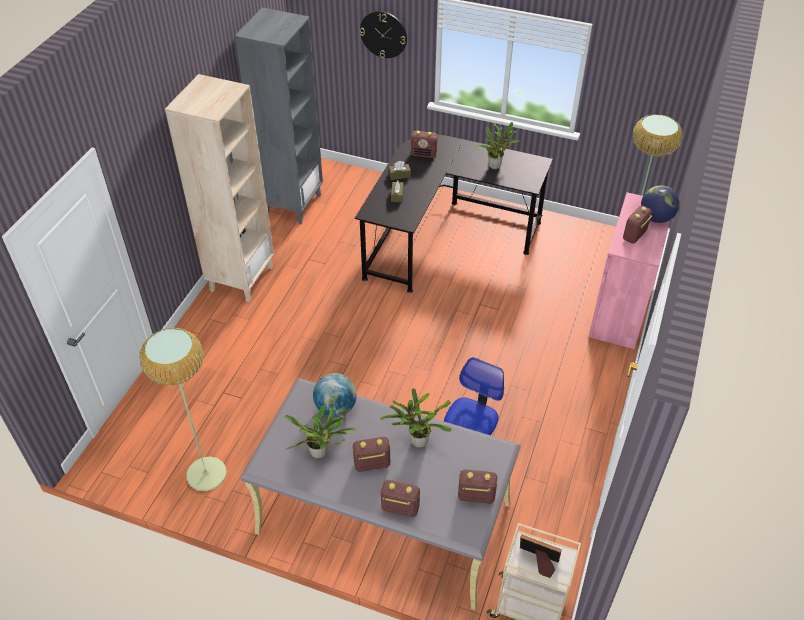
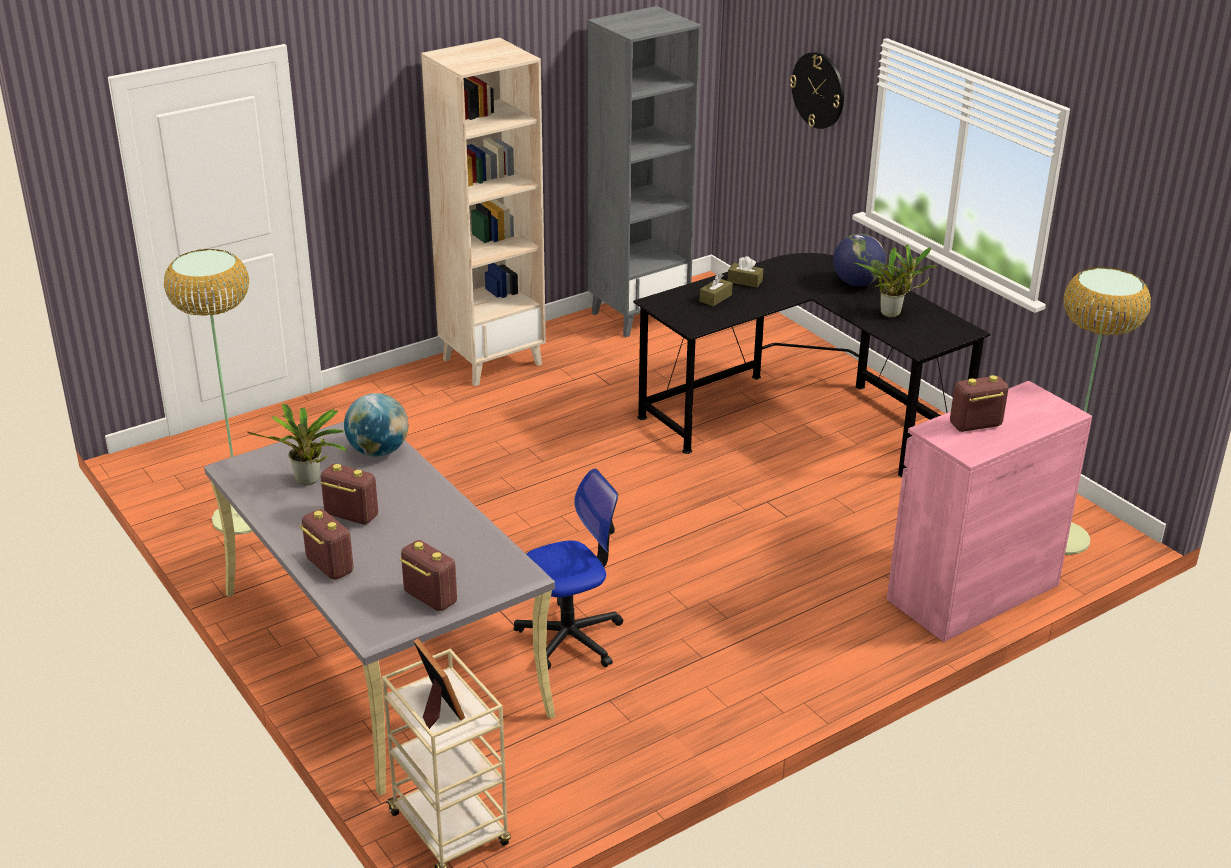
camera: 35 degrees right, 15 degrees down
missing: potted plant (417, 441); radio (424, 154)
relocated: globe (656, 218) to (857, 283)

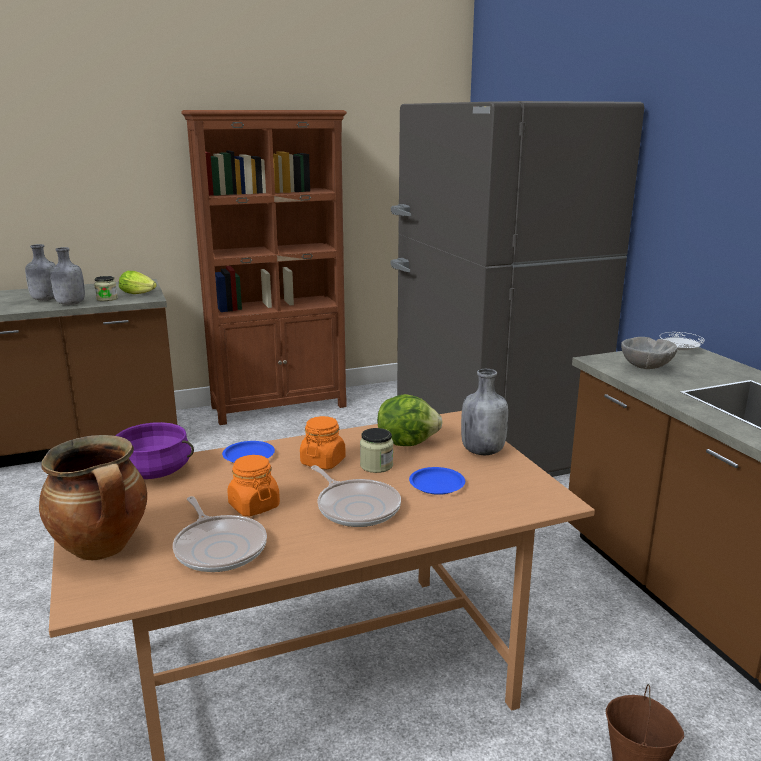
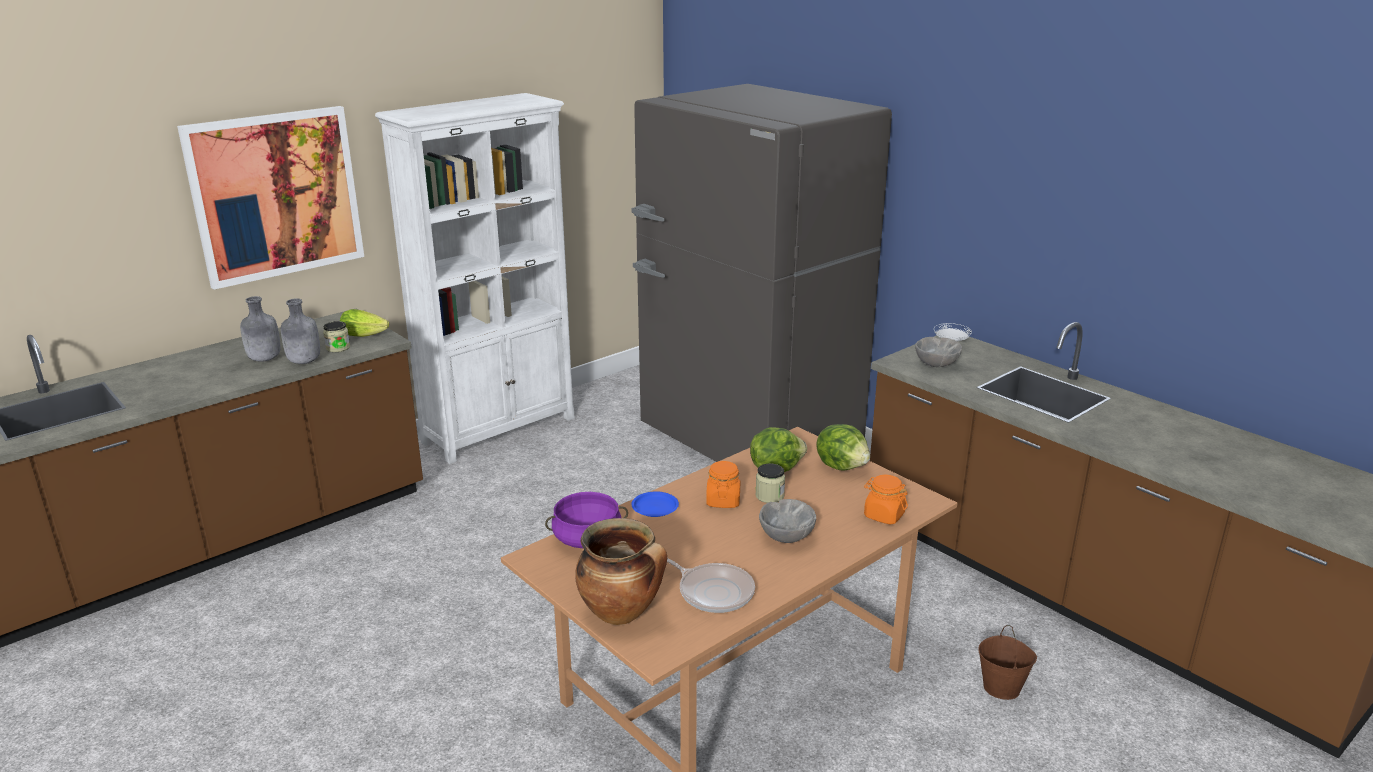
camera: 20 degrees left, 5 degrees up
missing: bluish dinner plate (437, 484)
appeared: picture (276, 195)
relocated: orange jar (254, 506) to (883, 515)
exchanged: pan (356, 507) to grey deep dish (786, 536); grey drink bottle (483, 451) to lettuce (842, 466)
colour: brown-coloured bookcase (280, 406) to white-coloured bookcase (500, 430)

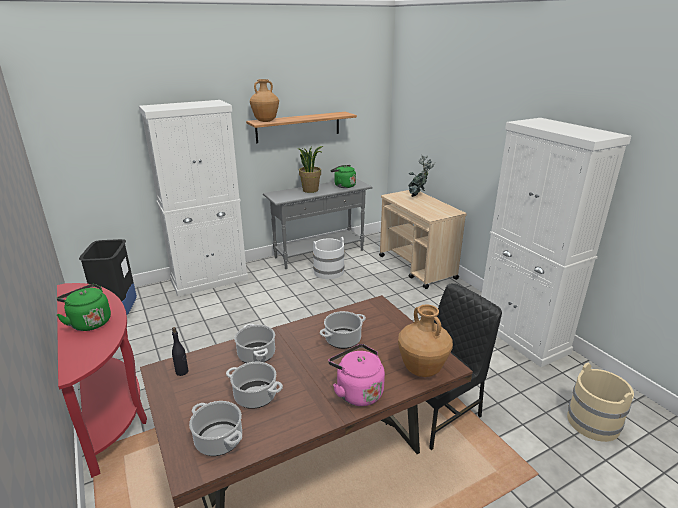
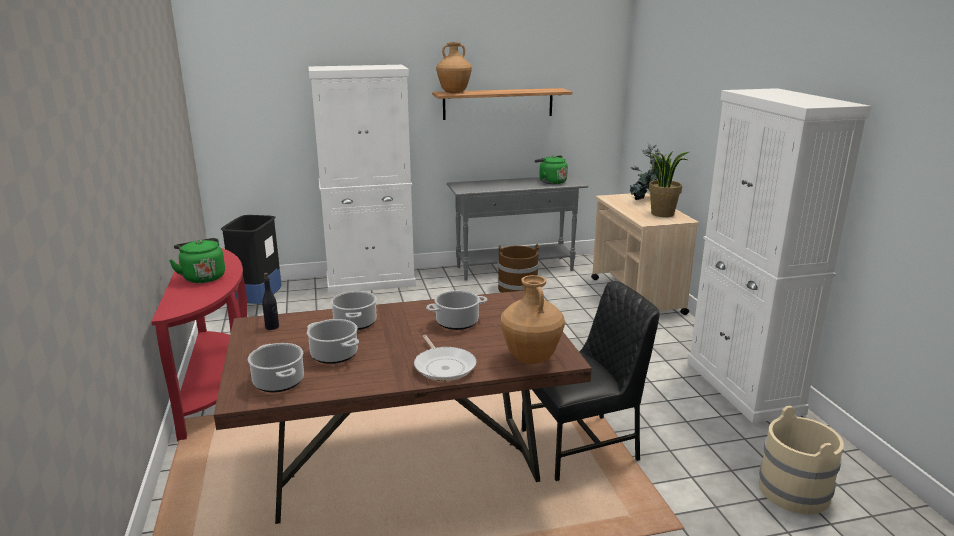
camera: 15 degrees right, 5 degrees down
relocated: potted plant (310, 190) to (662, 213)
exchanged: pinkish kettle (357, 392) to pan (444, 366)
colour: white-coloured pail (329, 271) to brown-coloured pail (517, 288)

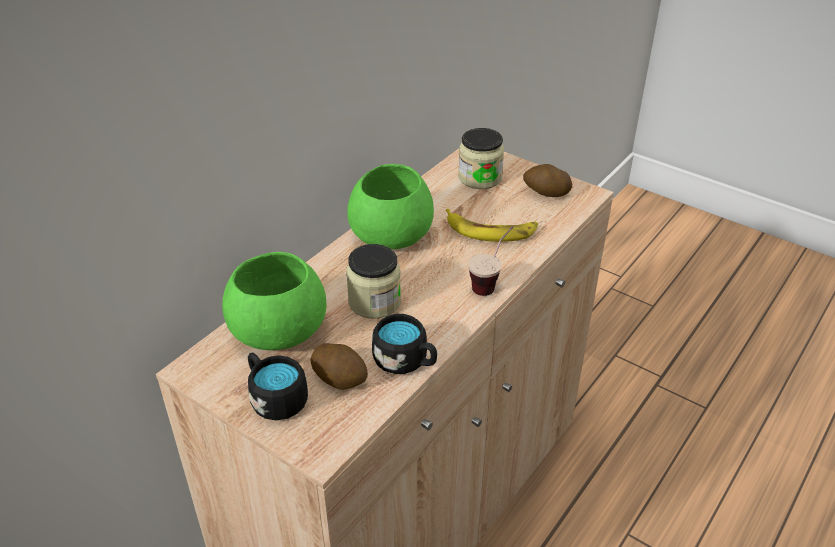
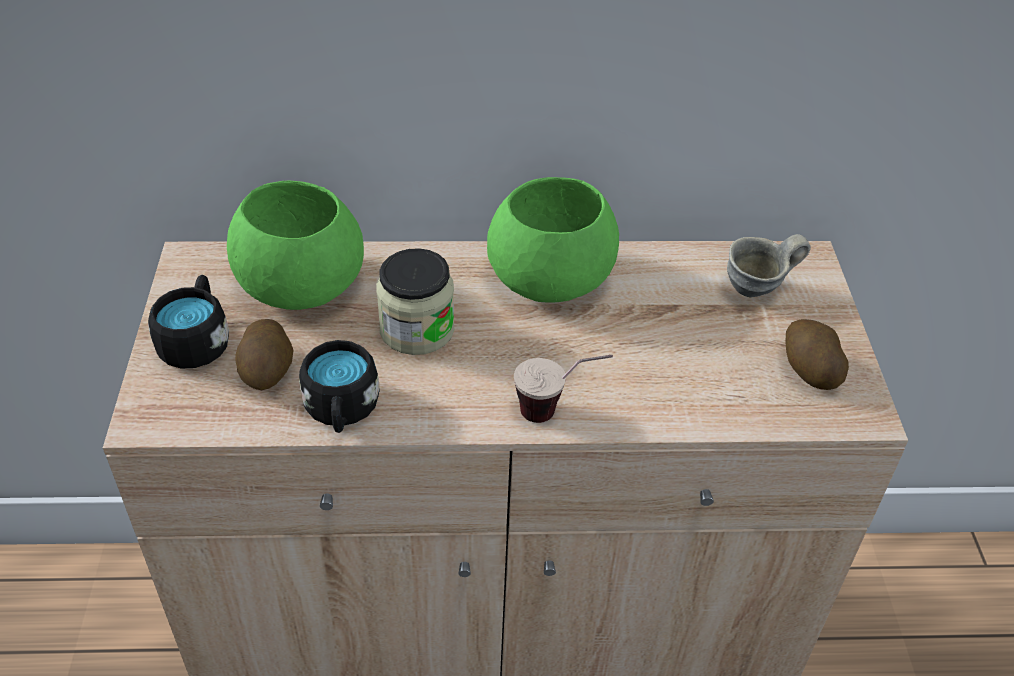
camera: 50 degrees right, 5 degrees up
missing: banana fruit (490, 230)
exchanged: jar (480, 178) to grey tea mug (758, 291)

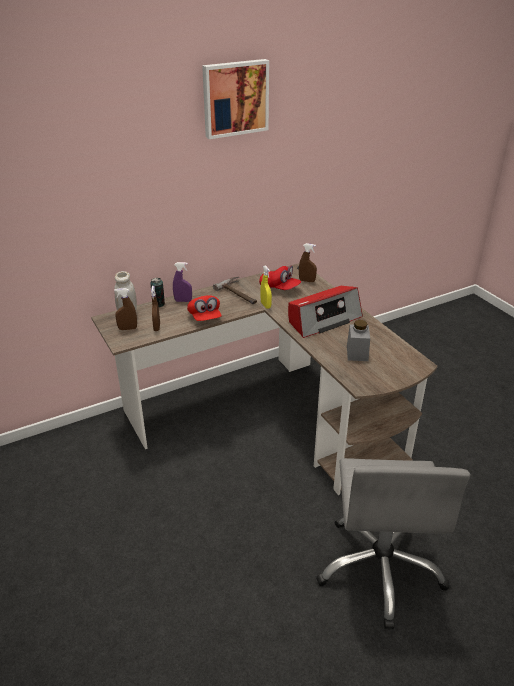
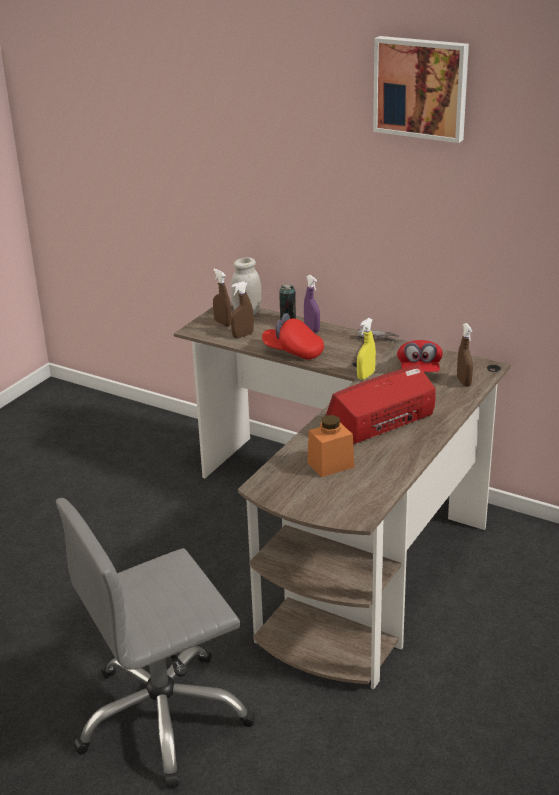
camera: 60 degrees right, 5 degrees down
colour: grey jar (357, 353) to orange jar (330, 465)
spun: reddish baseball cap (204, 317) = (293, 352) 75 degrees clockwise; radio (323, 319) = (381, 421) 120 degrees clockwise

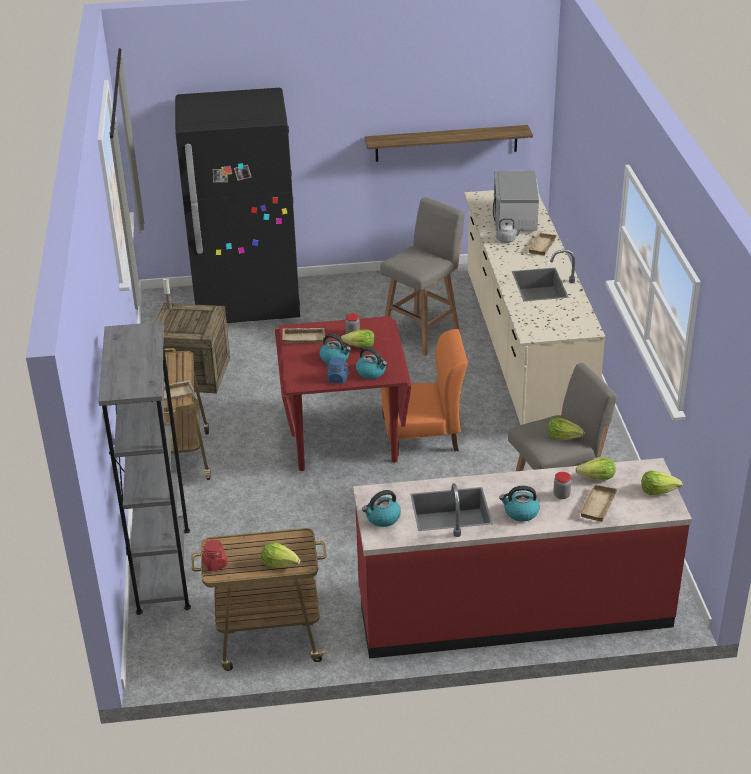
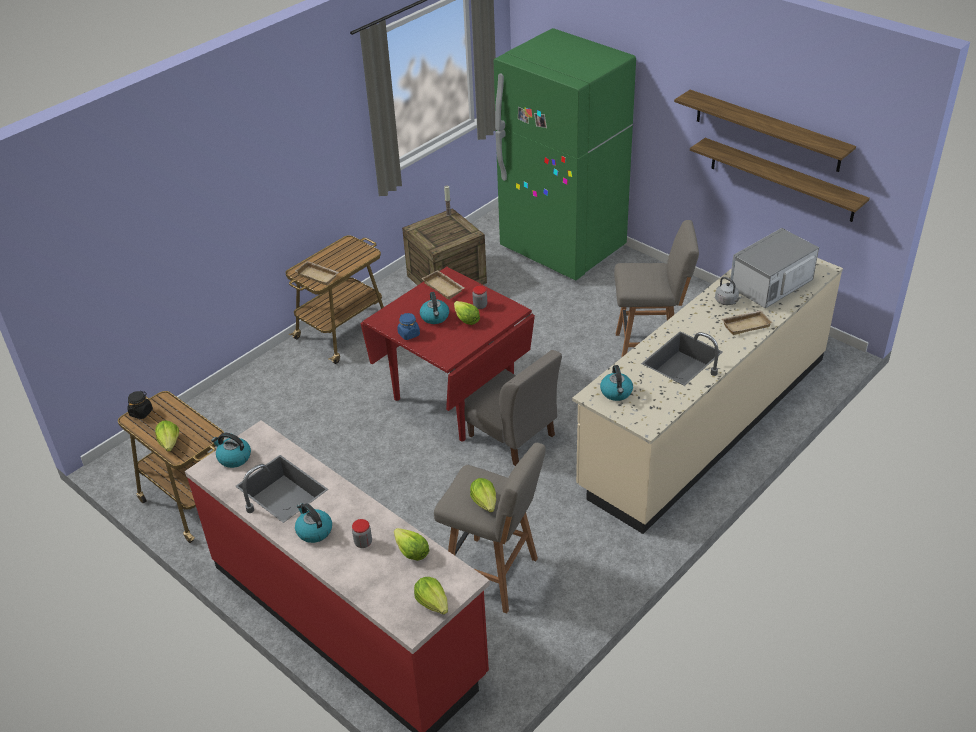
camera: 50 degrees right, 5 degrees up
missing: grey bookcase (163, 570); sand-coloured tray (596, 505)
appeared: bracket shelf (767, 130)
relocated: kettle (371, 372) to (616, 392)
colour: reddish jar (215, 564) to black-coloured jar (141, 412); orange upright chair (423, 436) to grey upright chair (511, 436); black-coloured fridge (248, 304) to green fridge (563, 249)

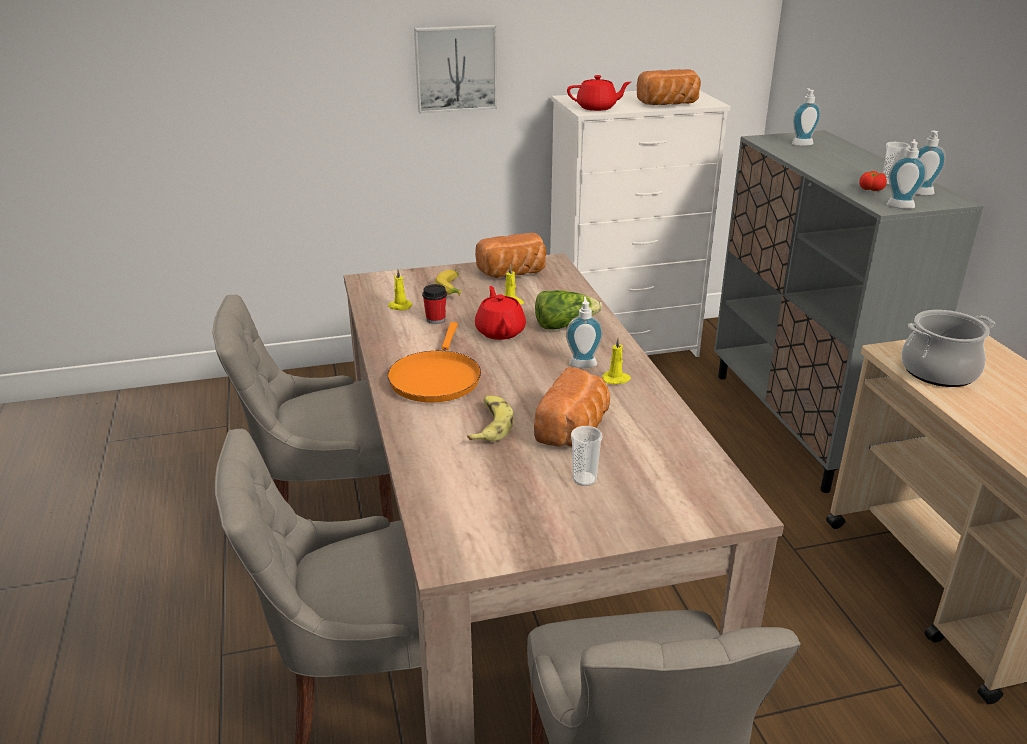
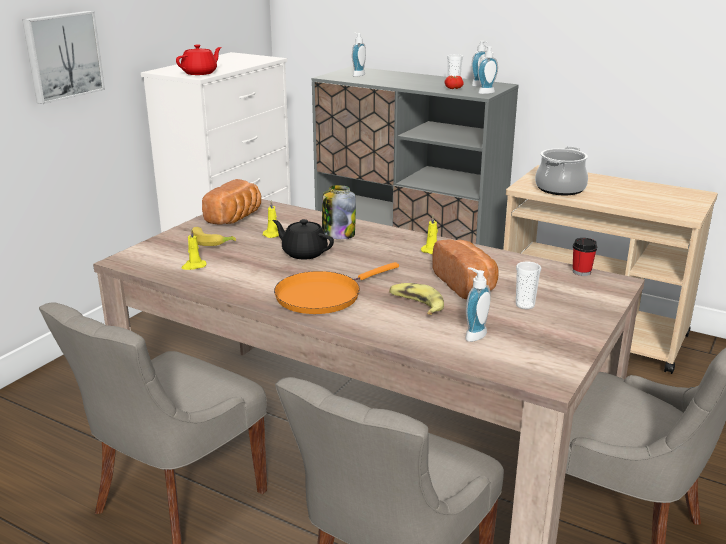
camera: 45 degrees left, 5 degrees down
missing: baked bread (669, 105)
relocated: liquid soap bottle (582, 363) to (473, 335); cup (435, 319) to (581, 272)
exchanged: lettuce (564, 325) to jar (338, 234)
colour: reddish tea pot (500, 331) to black-coloured tea pot (304, 253)
spun: orange pan (435, 378) = (322, 296) 90 degrees clockwise

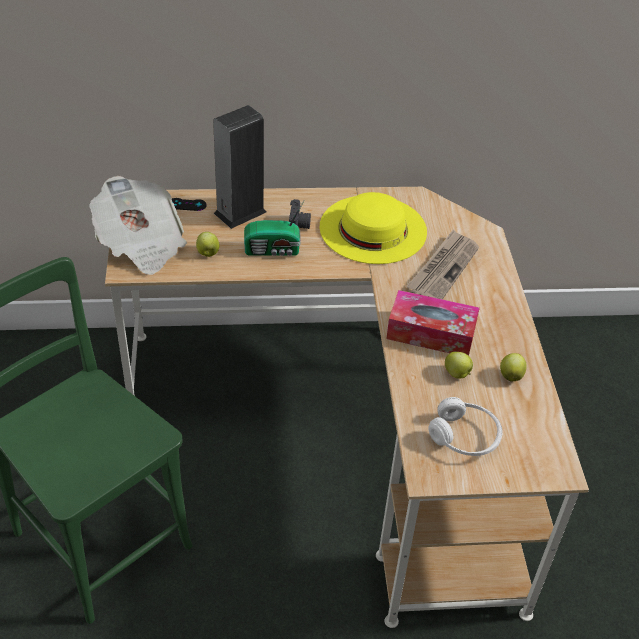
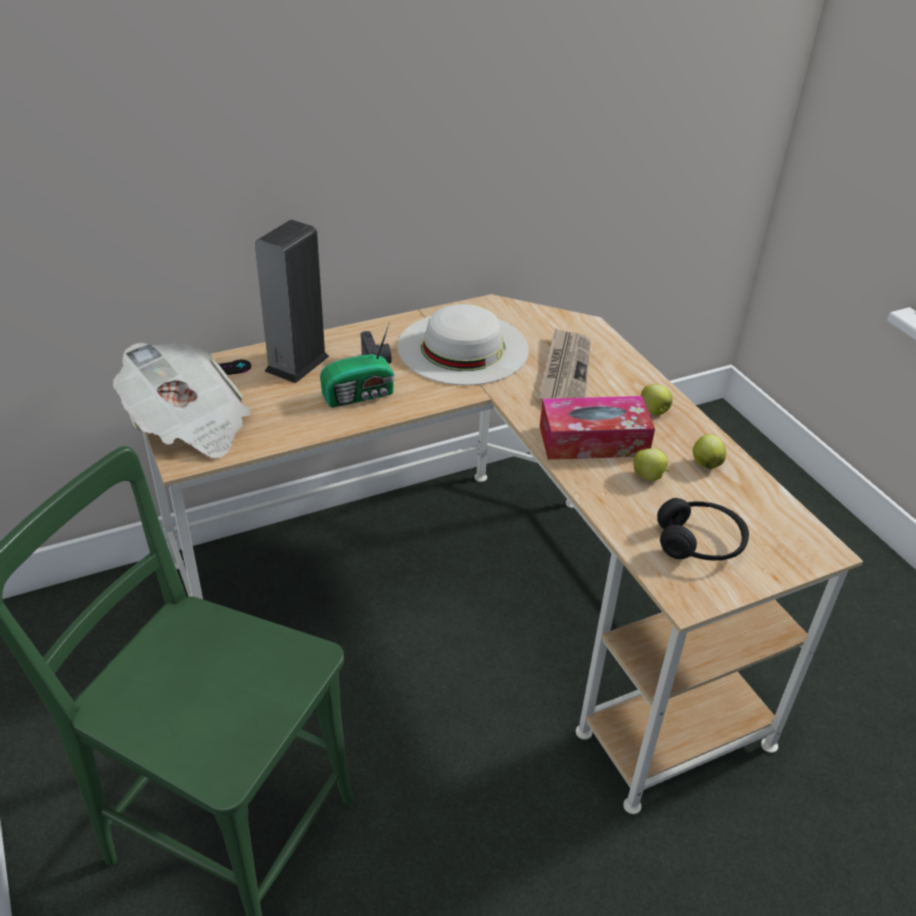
camera: 20 degrees left, 5 degrees down
relocated: apple fruit (208, 253) to (654, 411)
colour: yellow clothing hat (373, 229) to white-coloured clothing hat (463, 347); white-coloured headset (464, 437) to black-coloured headset (699, 542)

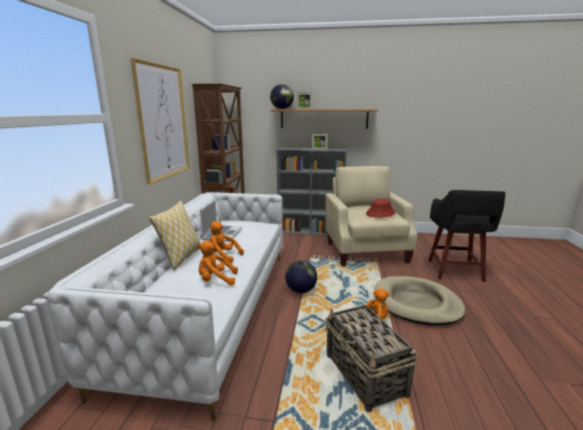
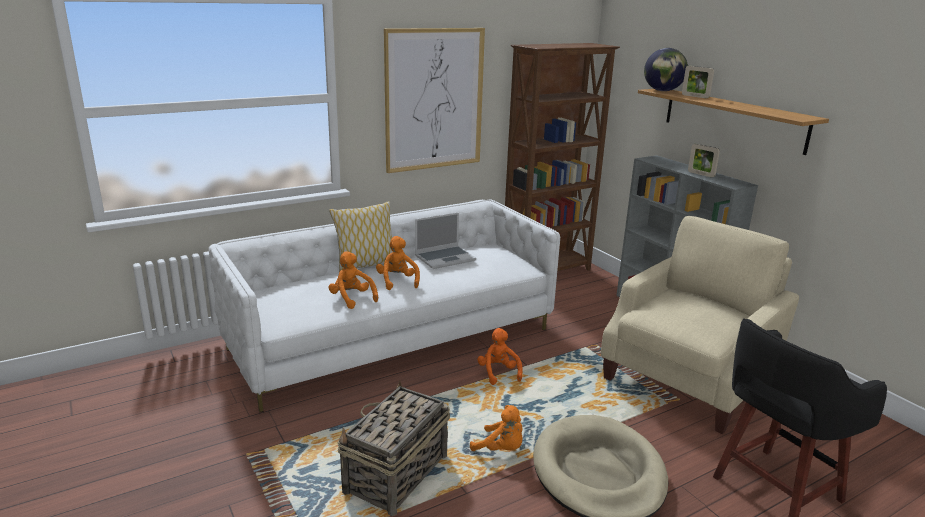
camera: 50 degrees right, 5 degrees up
missing: reddish clothing hat (380, 213)
exchanged: globe (301, 290) to orange plush toy (498, 373)

